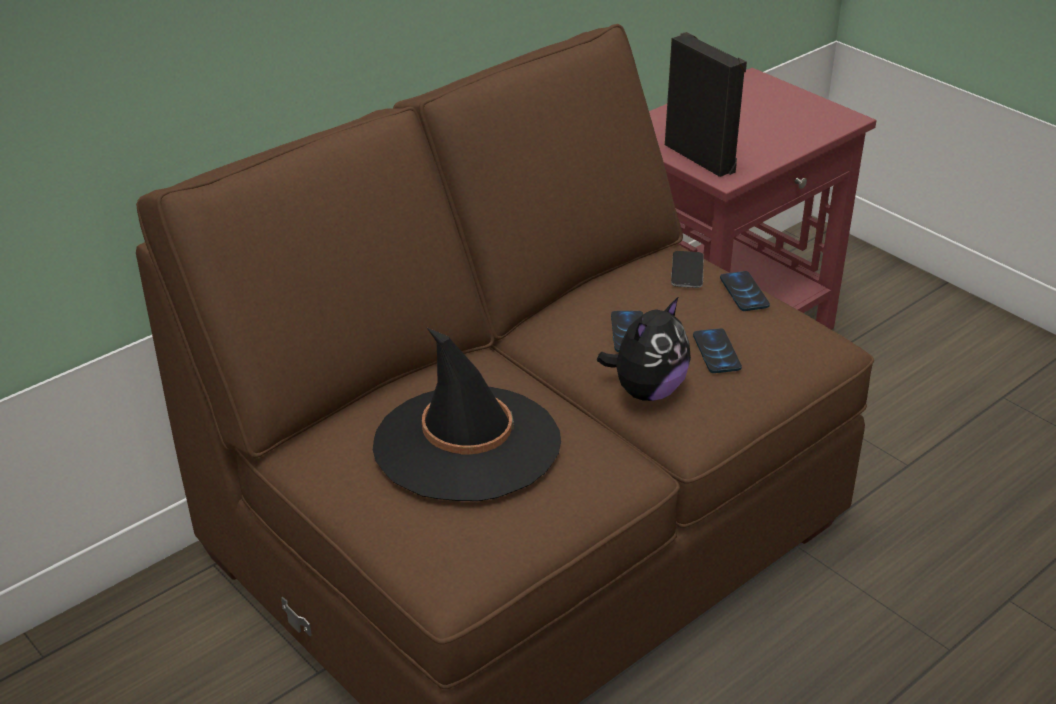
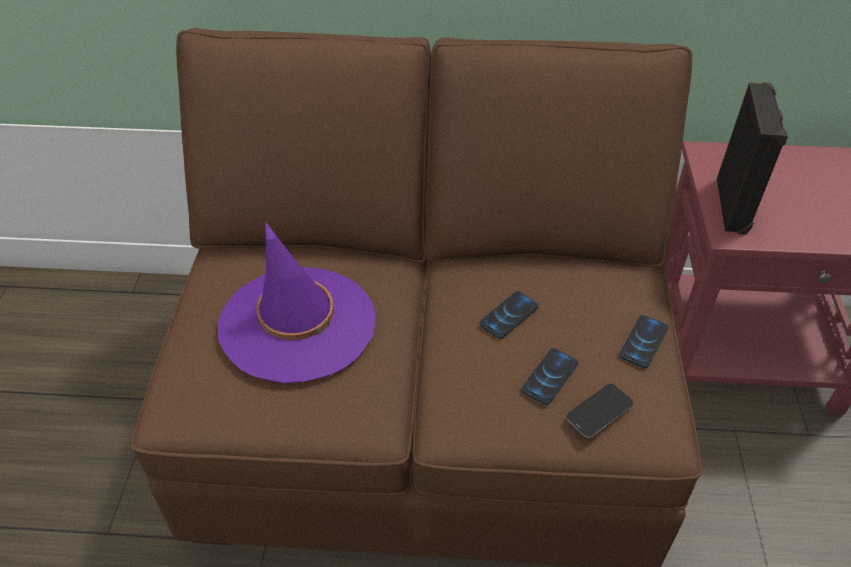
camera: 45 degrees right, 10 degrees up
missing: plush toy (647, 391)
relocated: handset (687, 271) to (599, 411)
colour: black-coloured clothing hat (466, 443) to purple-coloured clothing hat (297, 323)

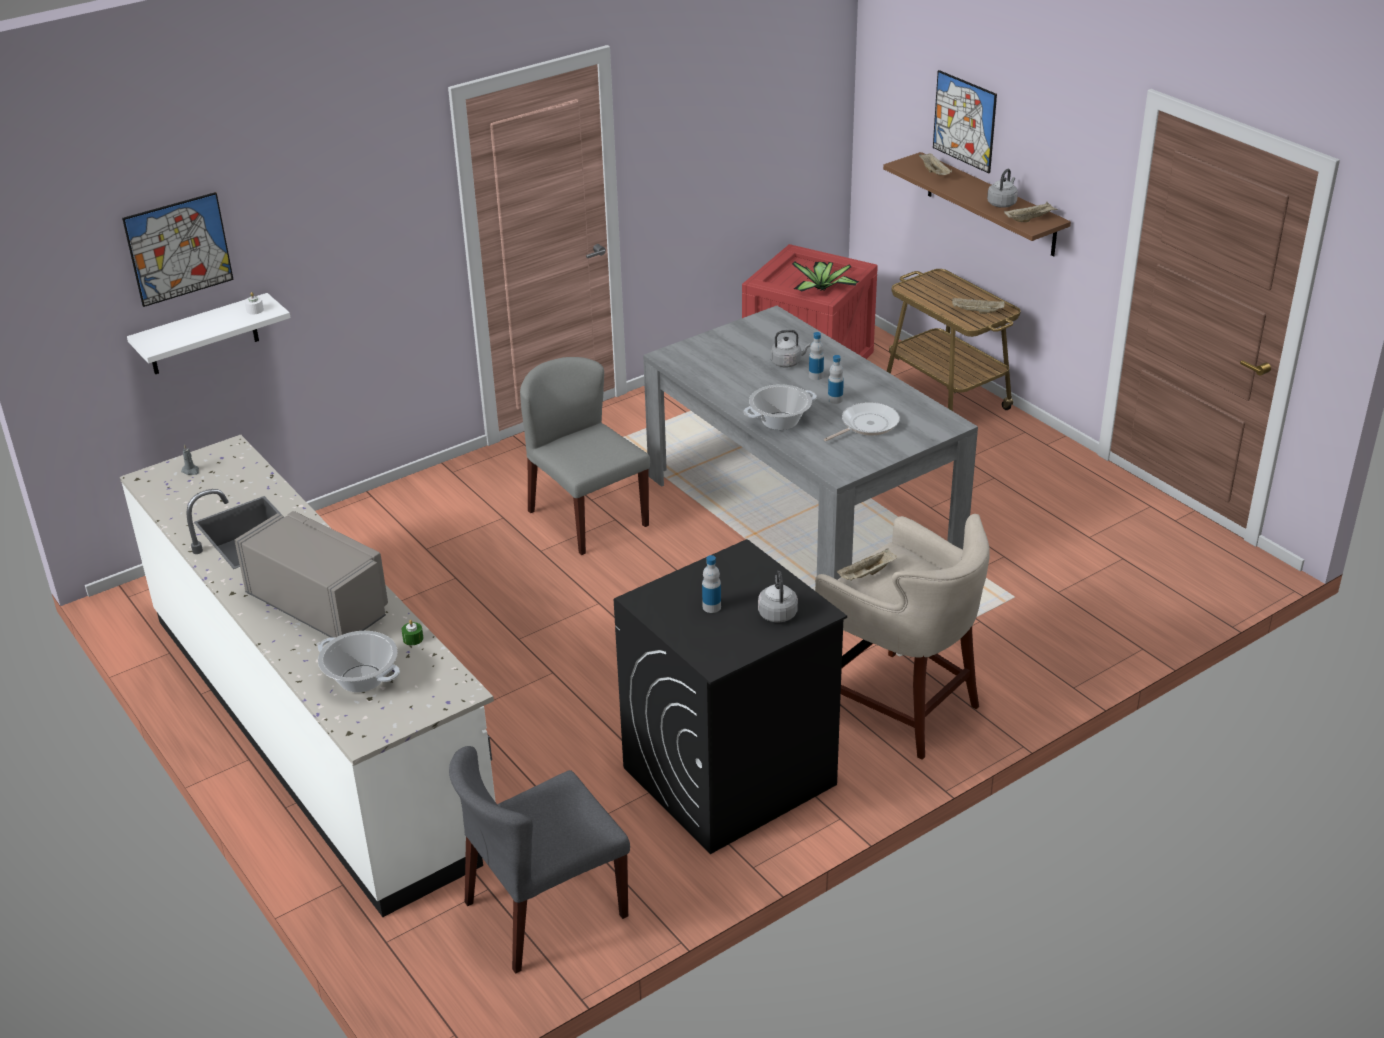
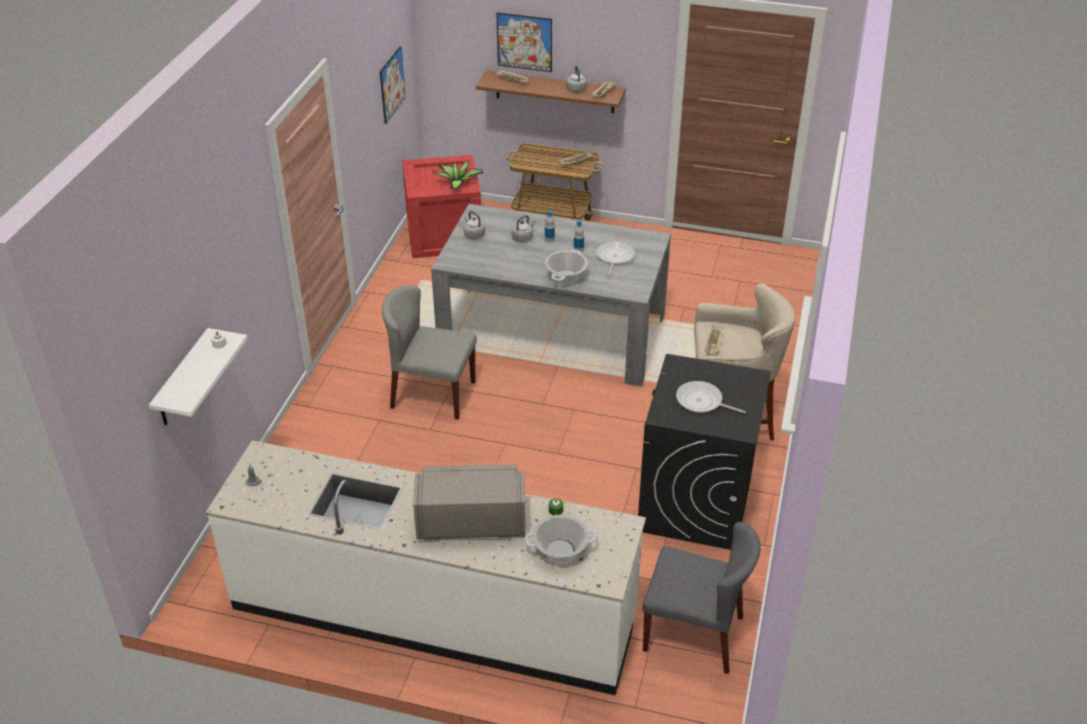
camera: 40 degrees left, 5 degrees up
relocated: picture (179, 249) to (392, 84); grey kettle (777, 613) to (473, 234)
exchanged: drink bottle (711, 607) to pan (701, 402)
spun: grey upright chair (545, 910) = (694, 634) 90 degrees counterclockwise

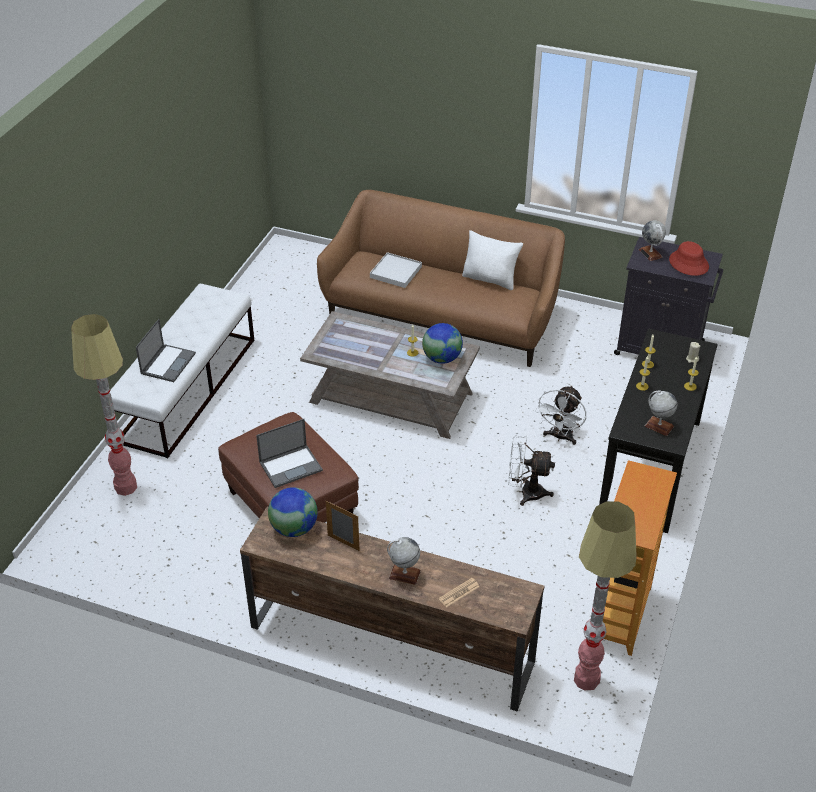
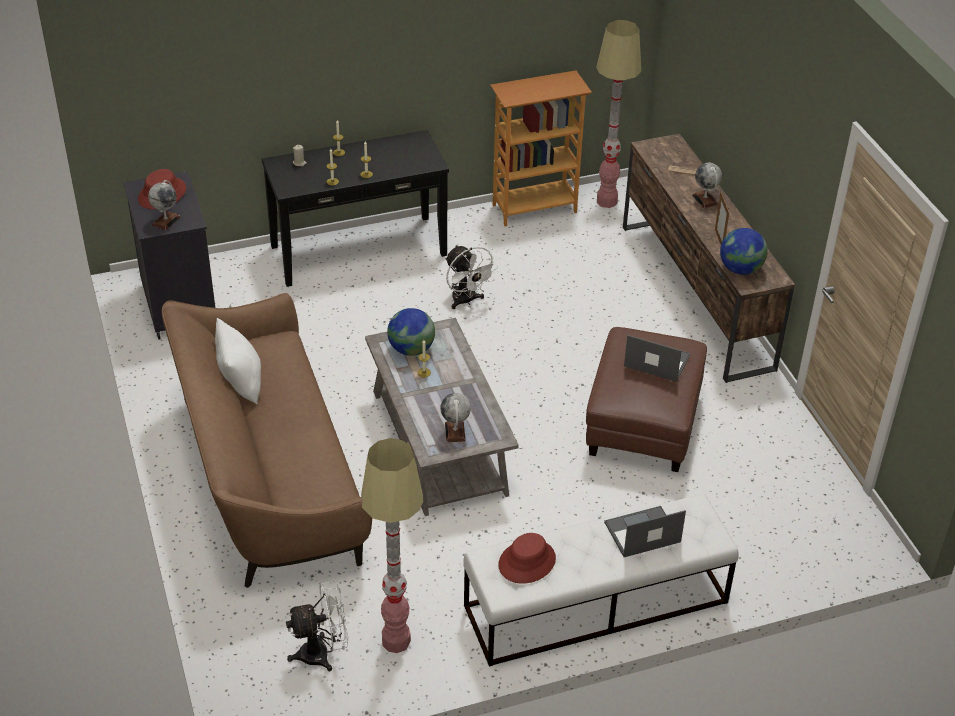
camera: 130 degrees left, 0 degrees up
missing: white-coloured tray (396, 272)
appeared: reddish clothing hat (526, 562)
relocated: white-coloured cooling fan (560, 437) to (322, 653); floor lamp (125, 487) to (396, 641); globe (659, 426) to (455, 432)

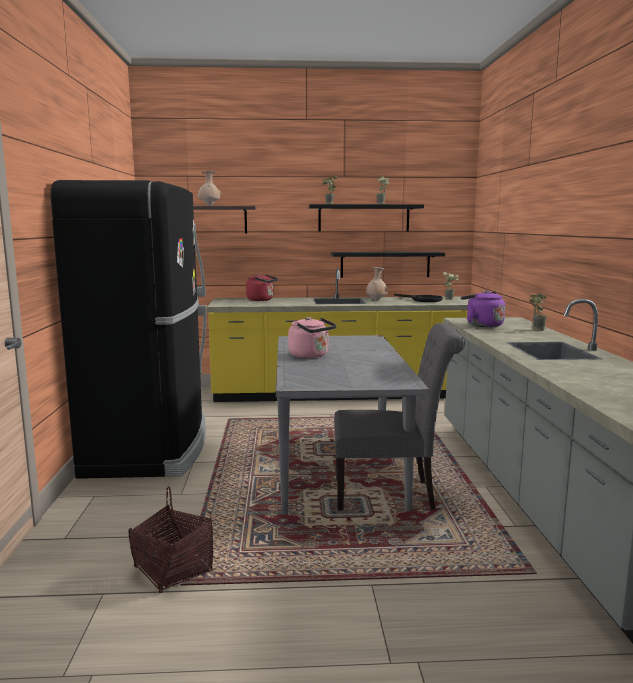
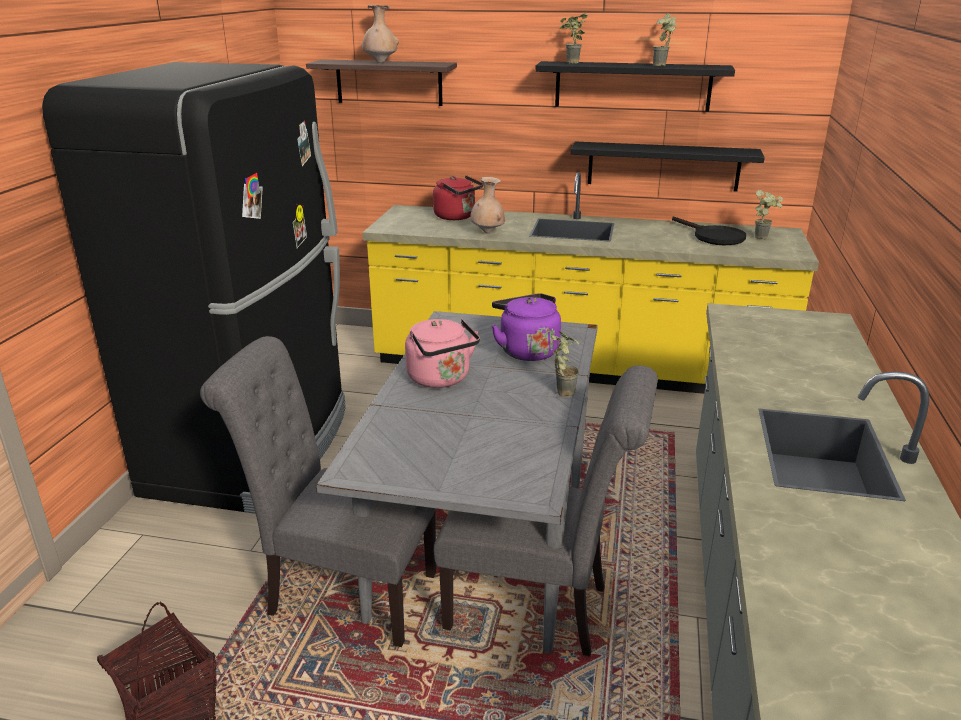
camera: 15 degrees right, 15 degrees up
appeared: grey upright chair (342, 593)
relocated: sand-coloured flower vase (376, 300) to (487, 232); purple-coloured kettle (482, 325) to (526, 350); potted plant (535, 329) to (561, 391)

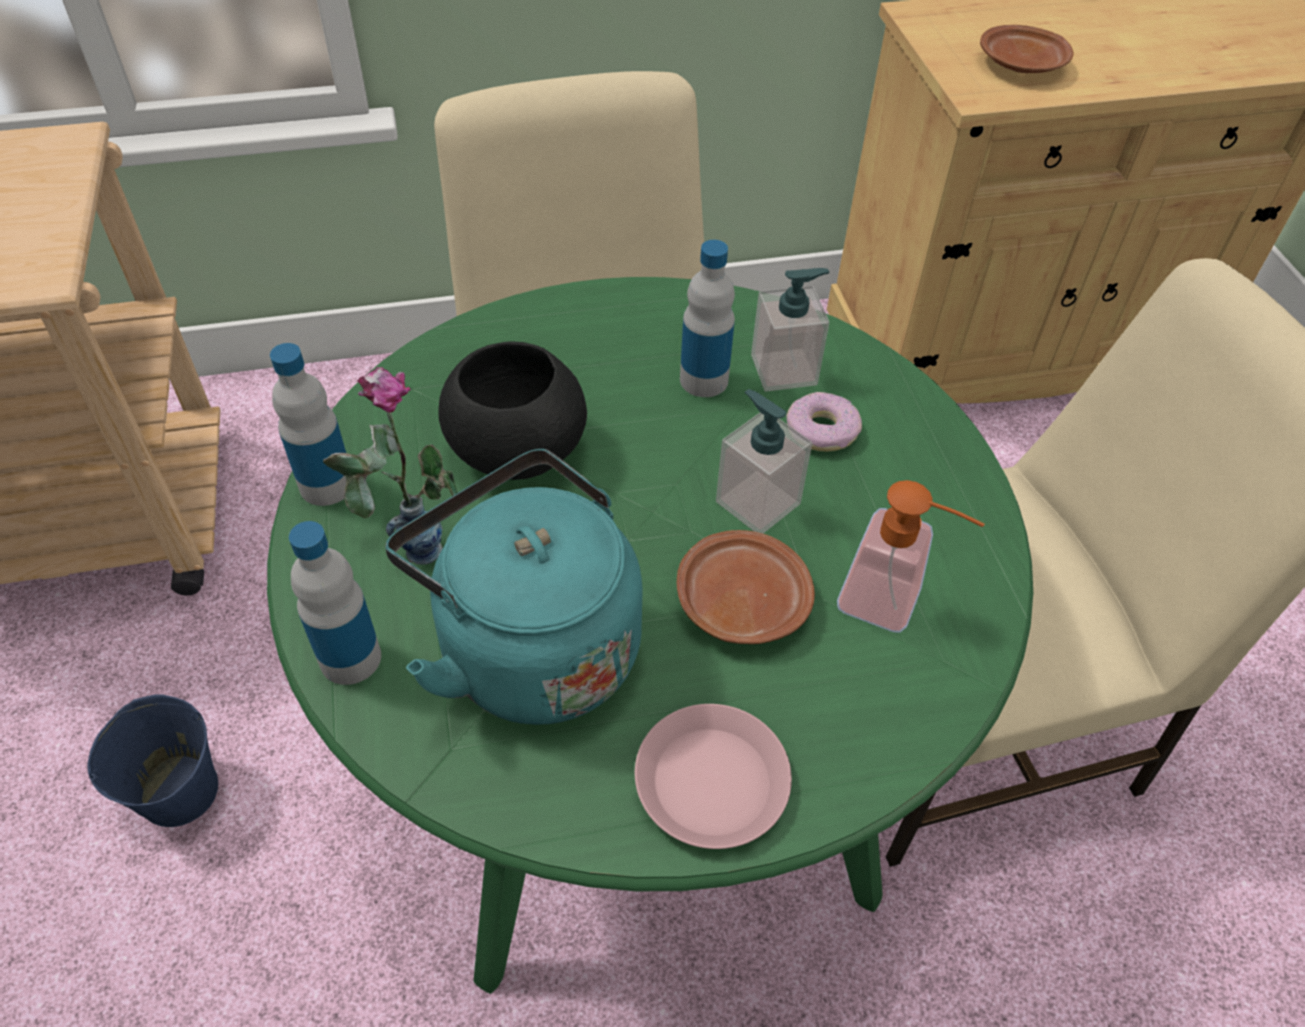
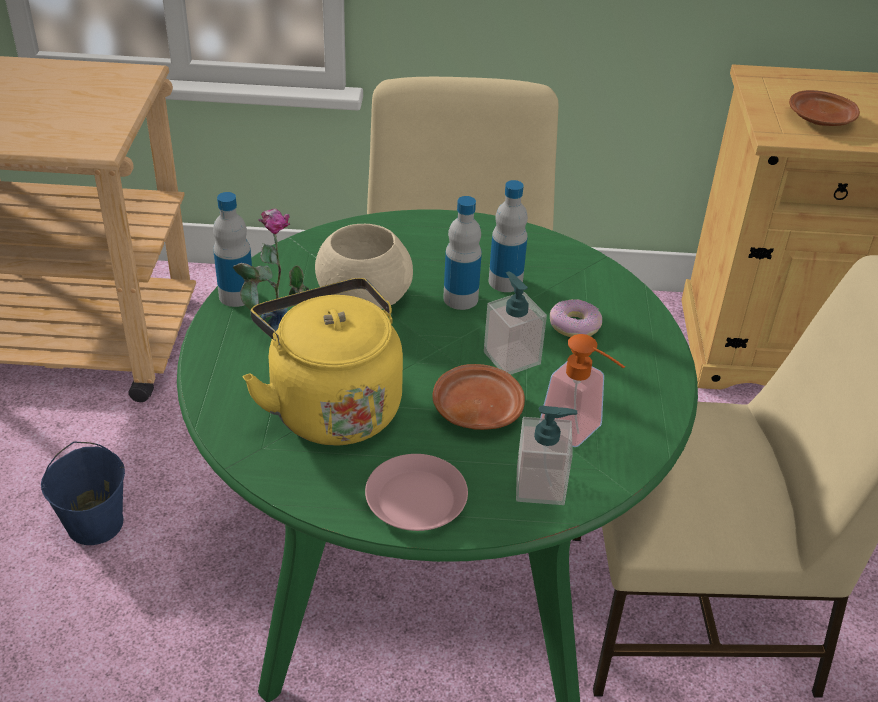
camera: 15 degrees right, 10 degrees down
relocated: drink bottle (350, 658) to (460, 298); liquid soap bottle (784, 370) to (540, 486)
colour: blue-green kettle (531, 645) to yellow kettle (331, 405); black-coloured deep dish (514, 448) to sand-coloured deep dish (362, 298)

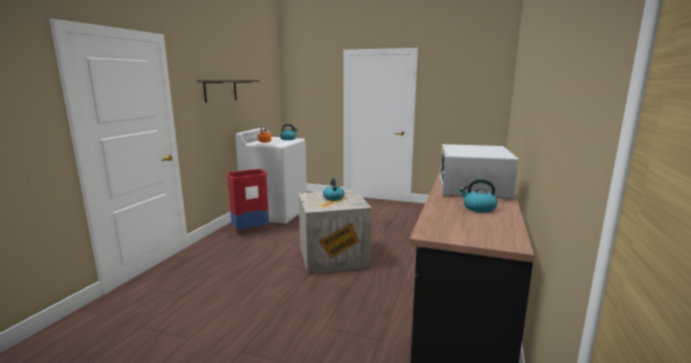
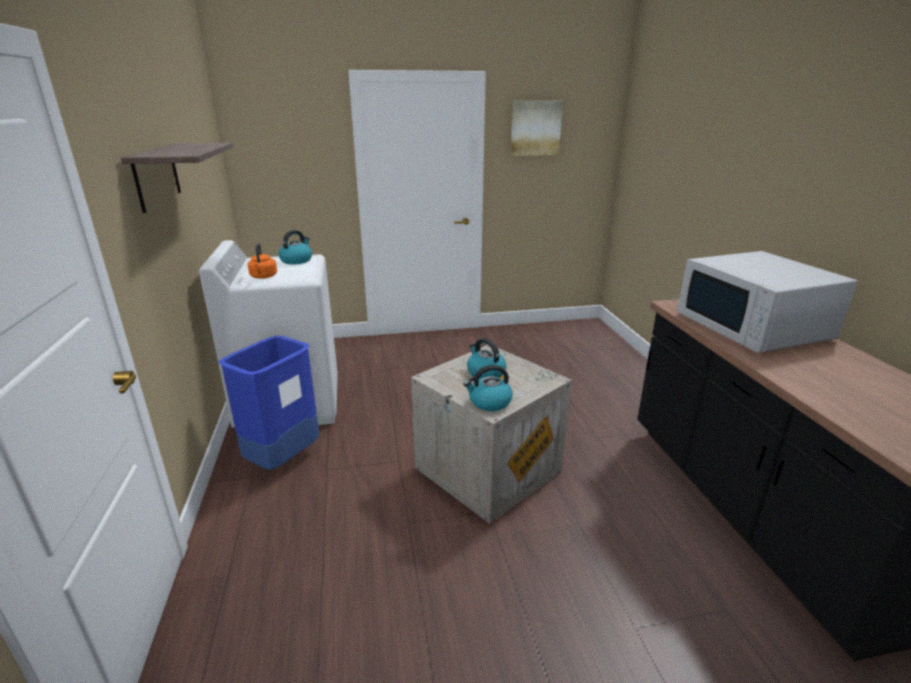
camera: 30 degrees left, 10 degrees up
appeared: picture (535, 128)
relocated: kettle (478, 208) to (489, 402)
colour: reddish waste bin (250, 230) to bluish waste bin (283, 458)

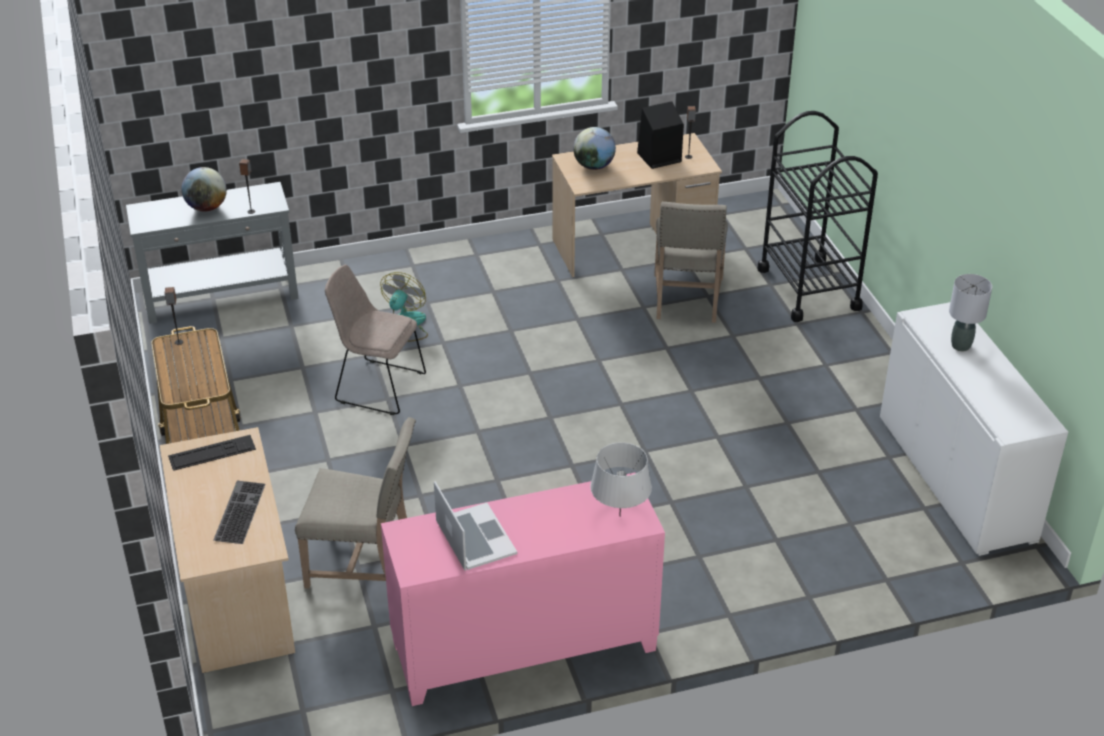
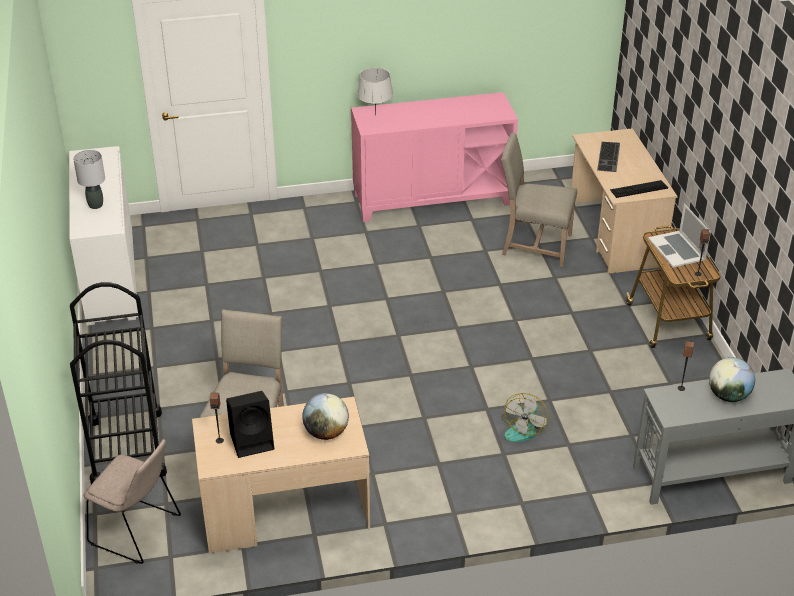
camera: 175 degrees left, 0 degrees up
relocated: sand-coloured upright chair (377, 386) to (137, 531); portable computer (475, 537) to (677, 249)

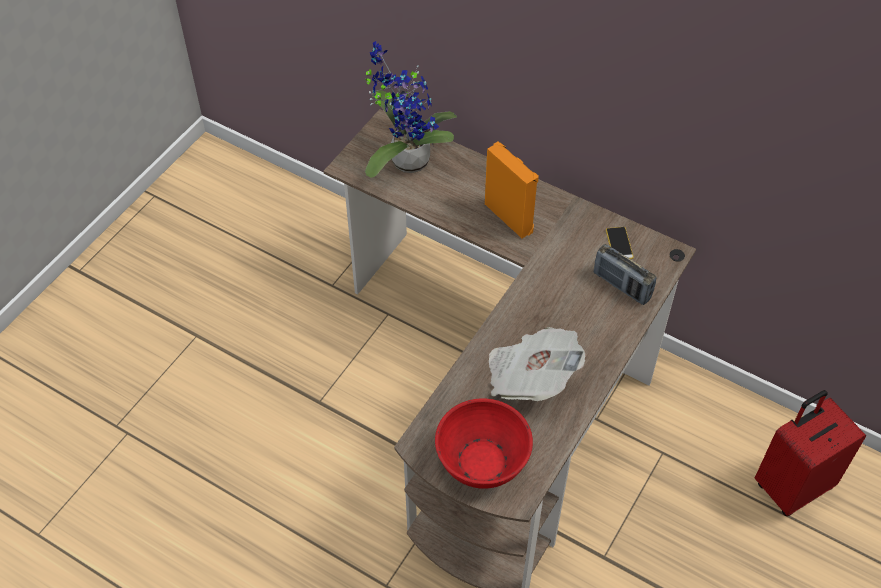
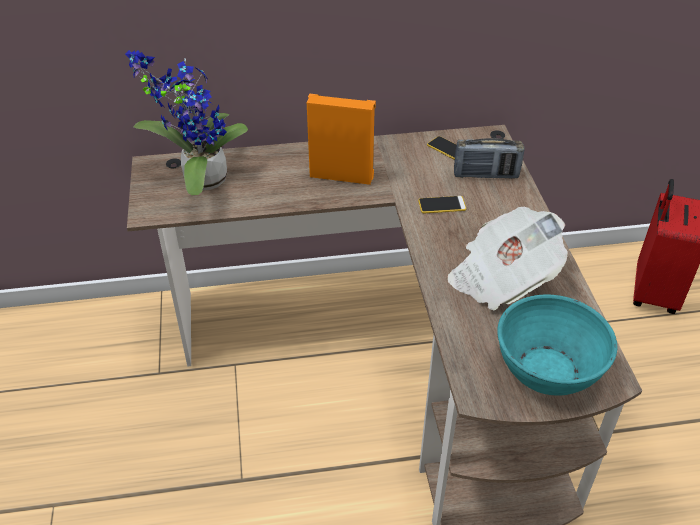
camera: 40 degrees left, 10 degrees down
appeared: handset (442, 205)
colour: reddish deep dish (482, 461) to blue-green deep dish (547, 370)

